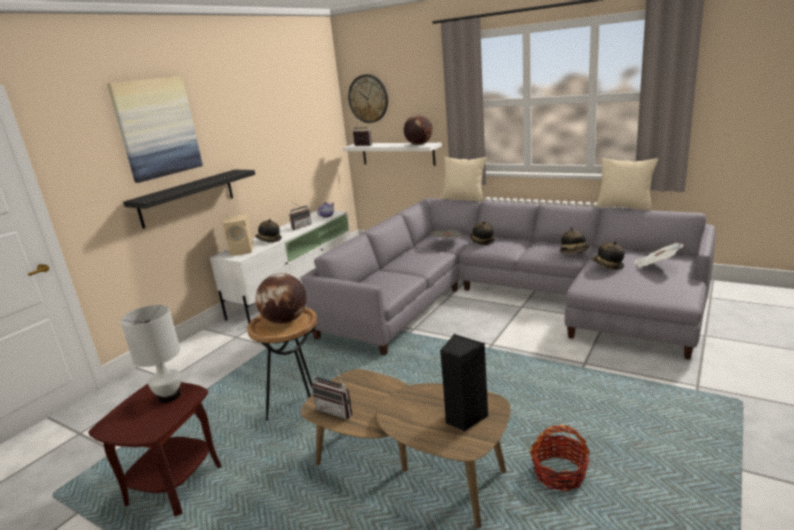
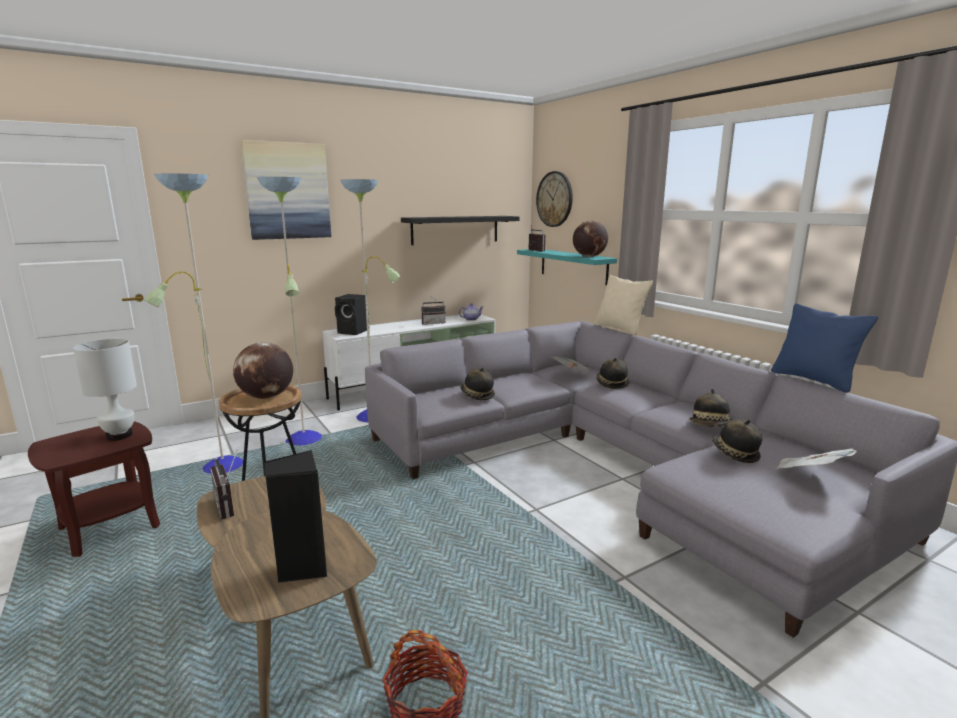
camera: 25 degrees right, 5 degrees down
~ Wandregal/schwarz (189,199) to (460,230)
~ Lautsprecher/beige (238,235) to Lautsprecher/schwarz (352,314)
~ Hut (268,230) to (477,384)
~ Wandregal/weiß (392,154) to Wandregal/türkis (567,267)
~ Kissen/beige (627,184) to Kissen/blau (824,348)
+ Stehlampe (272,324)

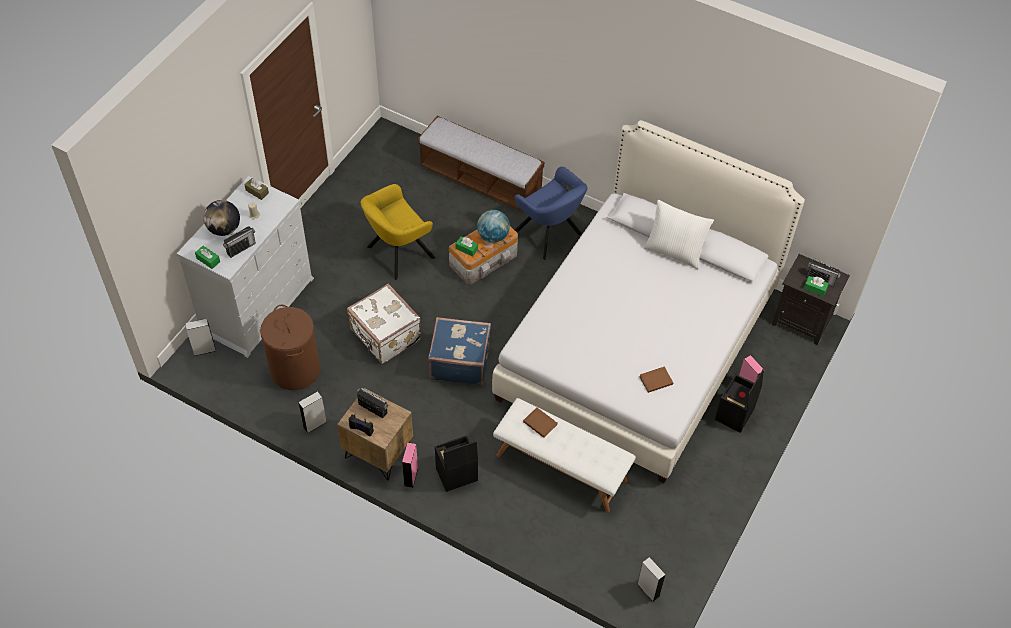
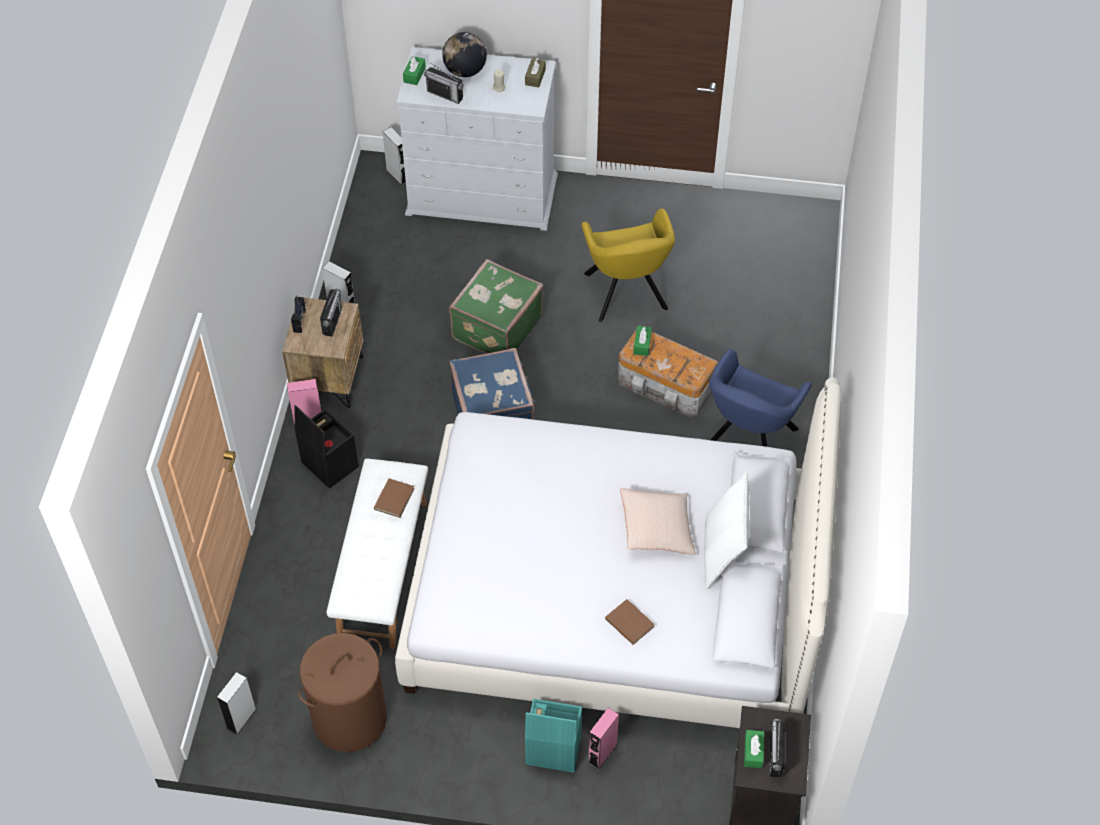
camera: 70 degrees right, 0 degrees up
~ Wäschekorb/braun (290,347) to (342,692)
~ Koffer/weiß (384,324) to Koffer/grün (496,306)
~ Sessel/gelb (398,232) = (628,265) 135 degrees counterclockwise
- Bank (481,163)
- Globus (493,226)
~ Buch/braun (656,379) to (630,622)
~ Aufbewahrungsbox/schwarz (739,401) to Aufbewahrungsbox/türkis (553,736)
+ Kissen/beige (658,521)

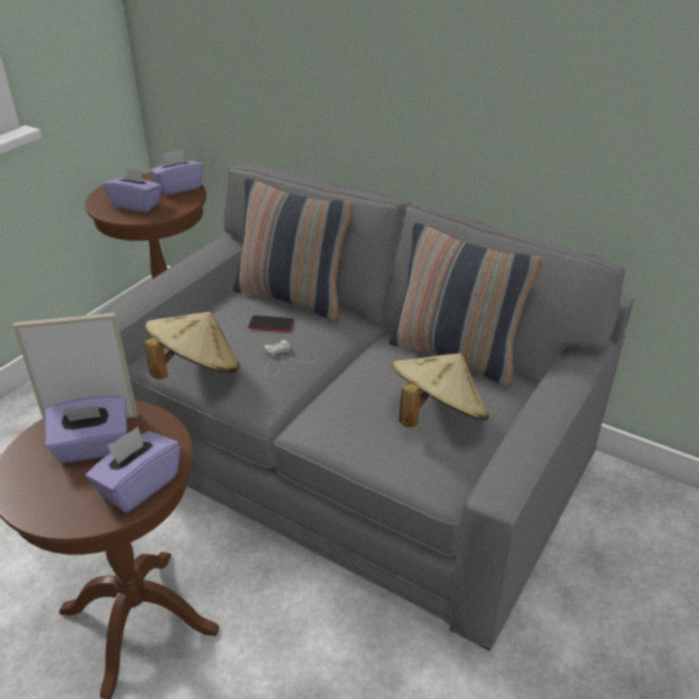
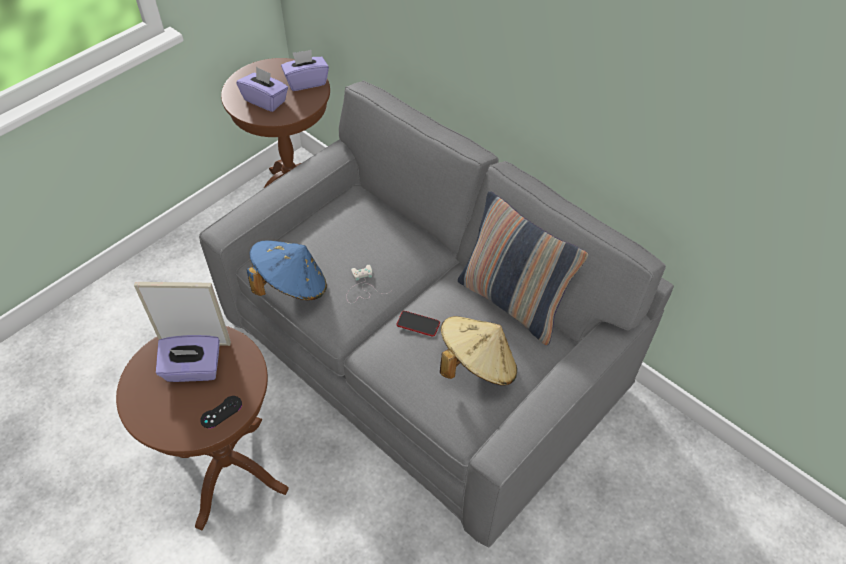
camera: 10 degrees right, 15 degrees up
~ Taschentuchbox/lila (133,470) to Gamepad/schwarz (221,412)
~ Hut/beige (192,346) to Hut/blau (287,270)
- Kissen (294,250)
~ Handy (271,323) to (418,324)

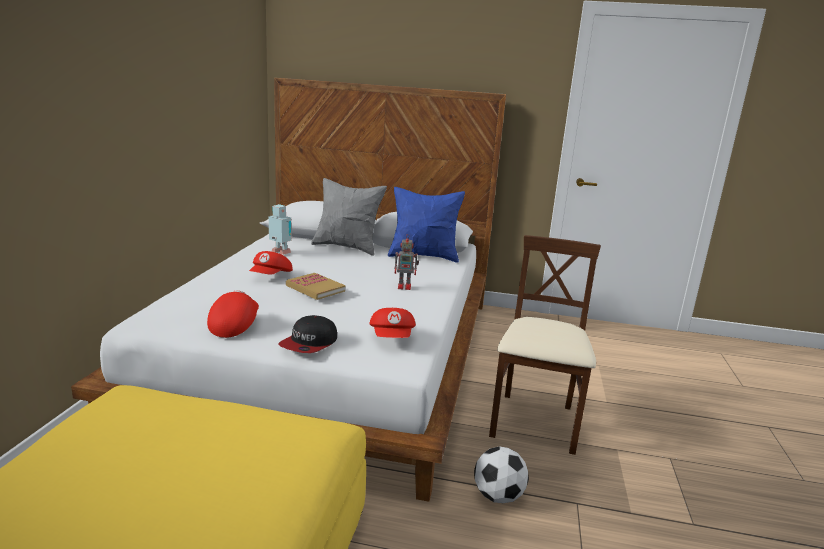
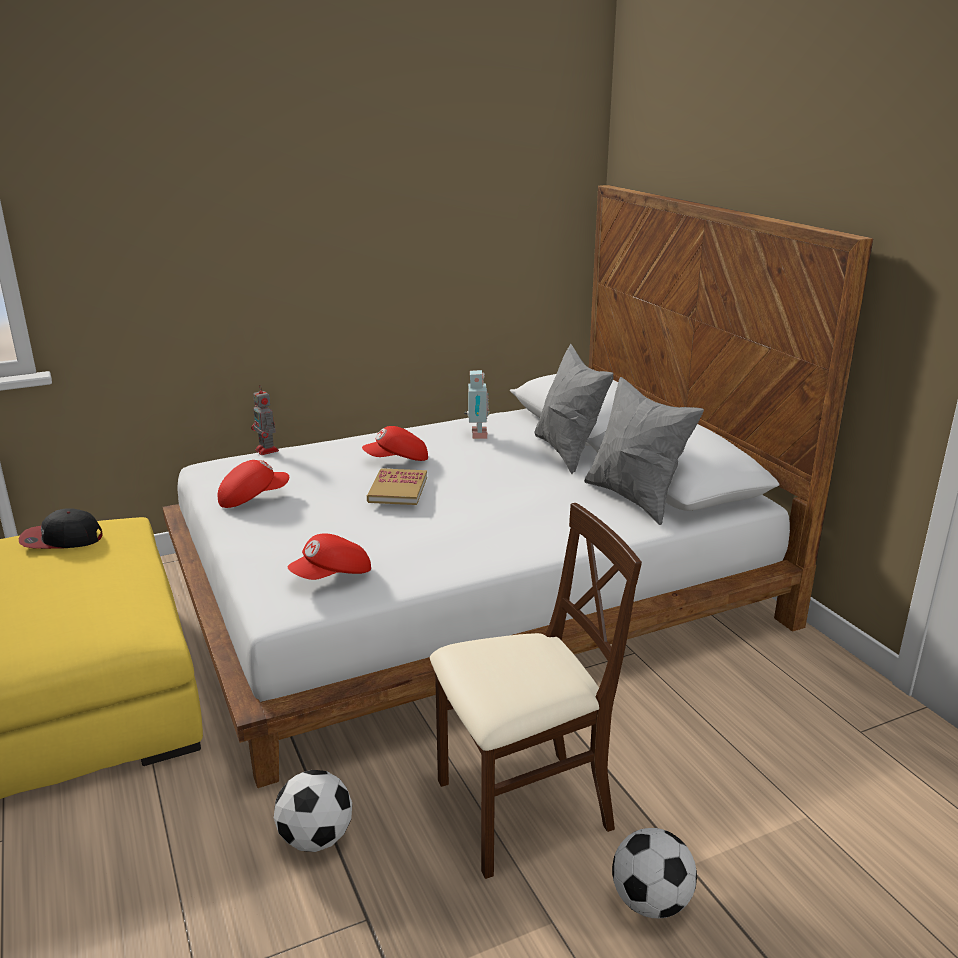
camera: 55 degrees right, 5 degrees up
~ Kappe (307,334) to (61,528)
~ Kissen/blau (426,225) to Kissen/grau (644,451)
~ Spielzeugroboter (406,262) to (265,420)
+ Fußball (654,873)

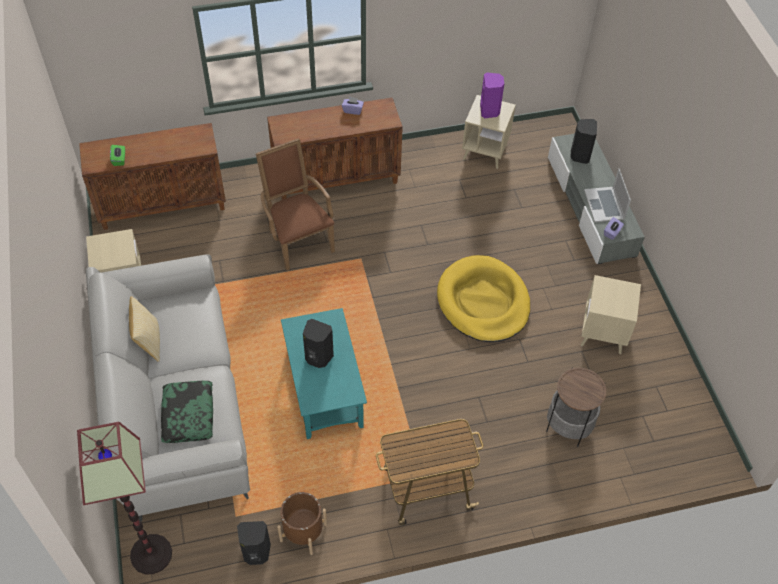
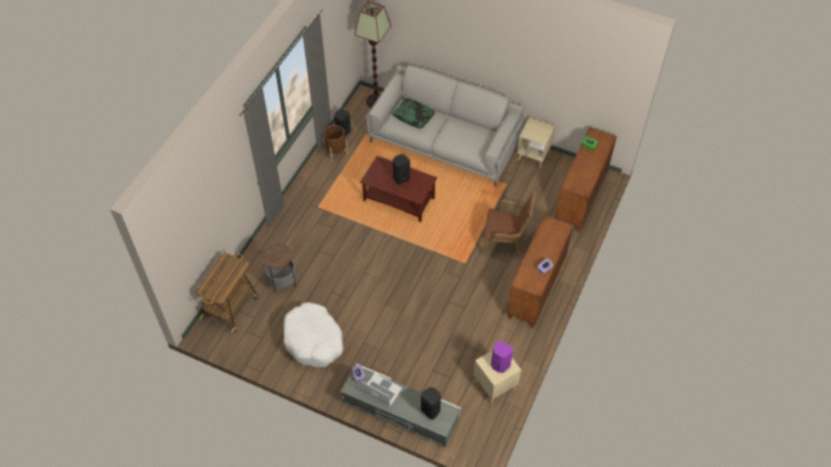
camera: 130 degrees right, 0 degrees up
- Kissen (144,329)
~ Couchtisch/türkis (324,373) to Couchtisch/braun (398,189)
~ Rollwagen (429,472) to (227,292)
- Hundebett/gelb (483,298)
~ Beistelltisch/beige (611,314) to Hundebett/weiß (314,335)

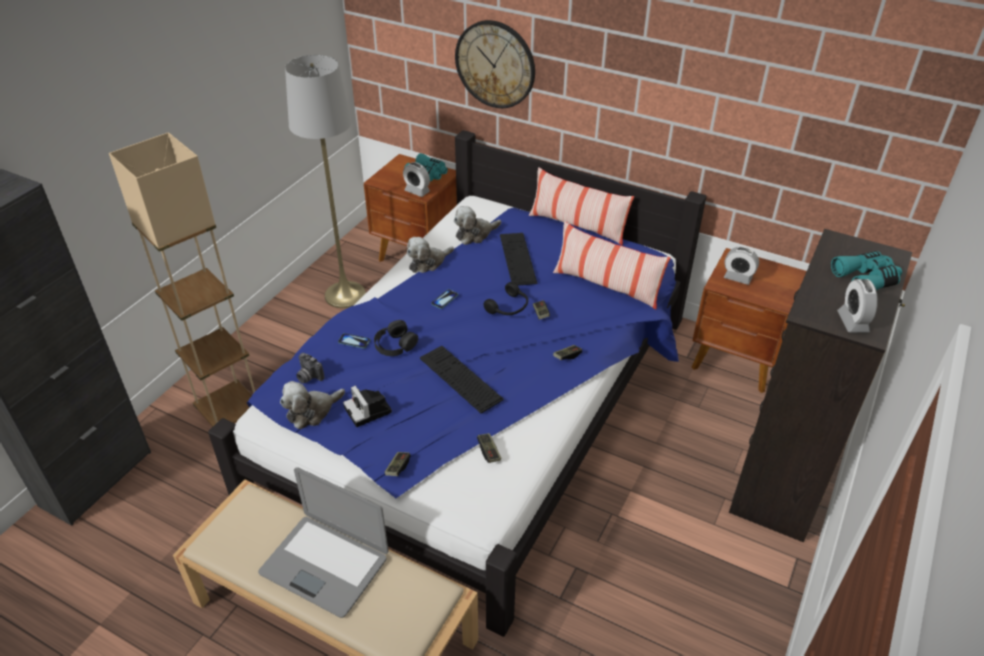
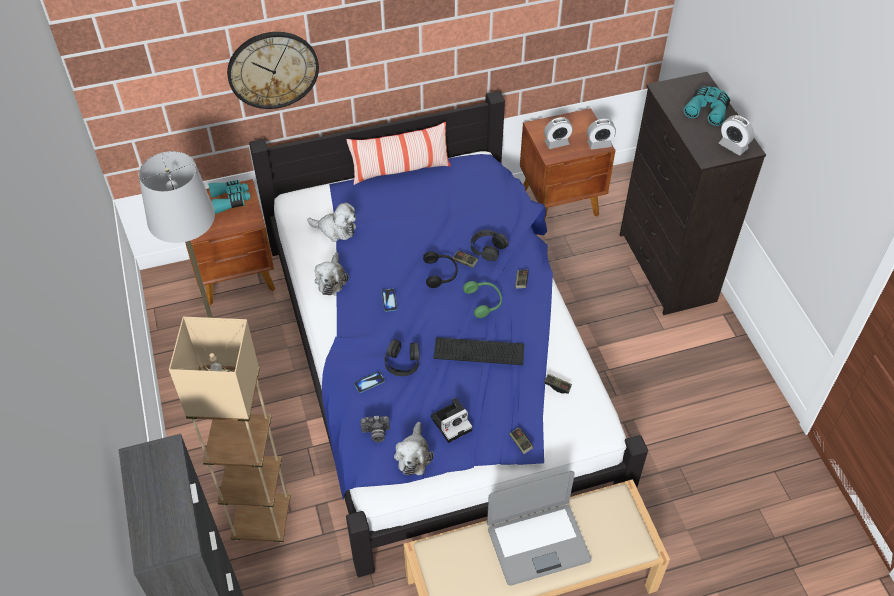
camera: 45 degrees left, 10 degrees up
~ Kamera (367,406) = (451,420) 45 degrees counterclockwise
~ Wecker (416,179) to (601,134)
~ Plüschtier (477,225) = (331,222) 90 degrees counterclockwise
- Tastatur (518,259)
- Kissen (612,265)
+ Kopfhörer/grün (482,299)
+ Kopfhörer/schwarz (490,245)

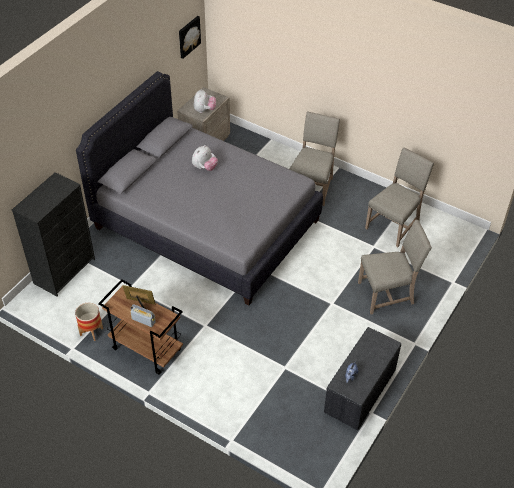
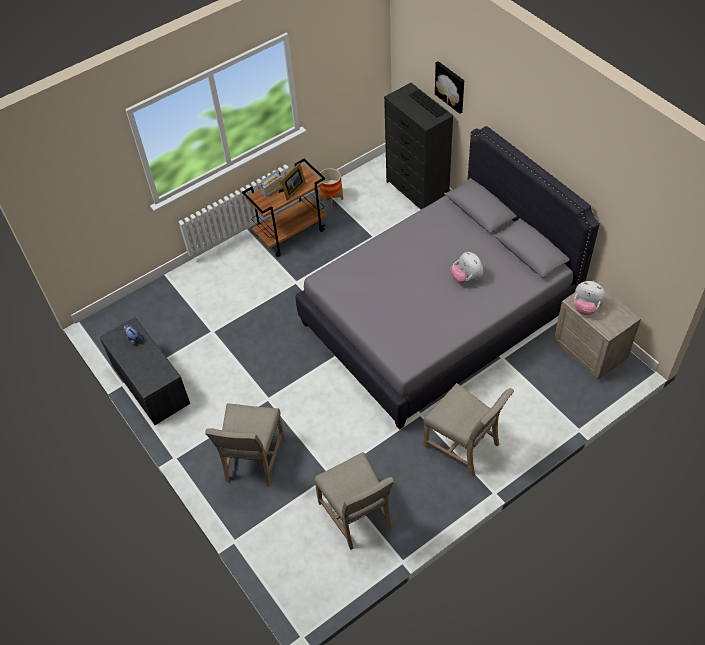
camera: 115 degrees right, 5 degrees up
~ Bild (190,37) to (449,87)
+ Tastatur (428,103)

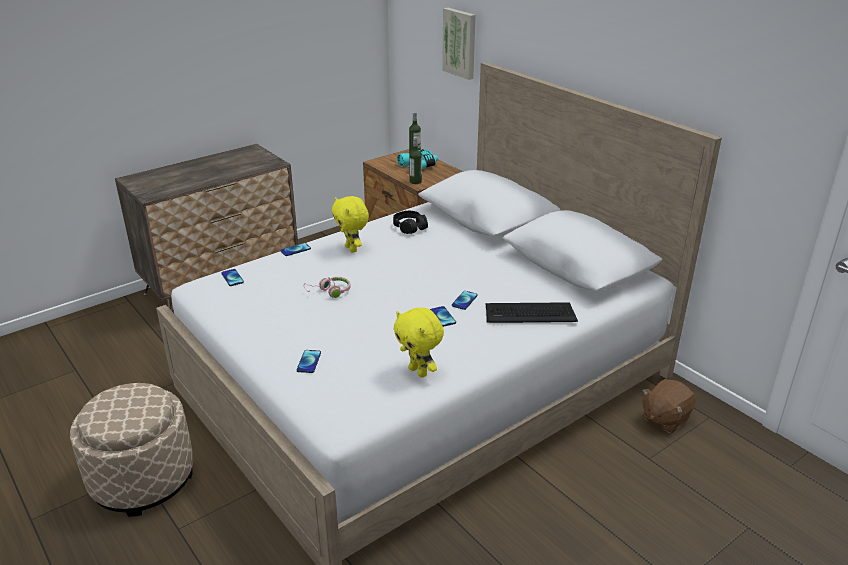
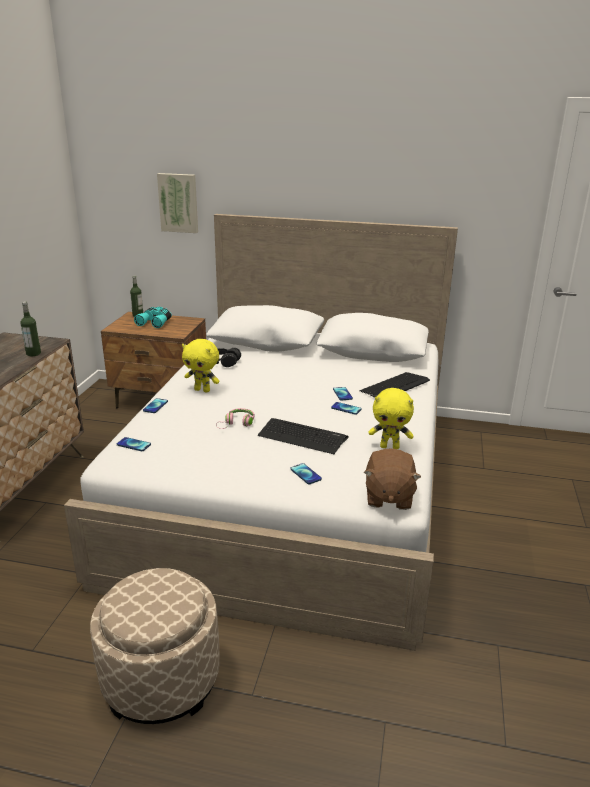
camera: 40 degrees left, 5 degrees down
~ Flasche (415,160) to (30,329)
~ Plüschtier/braun (669,406) to (392,479)
+ Tastatur (303,436)

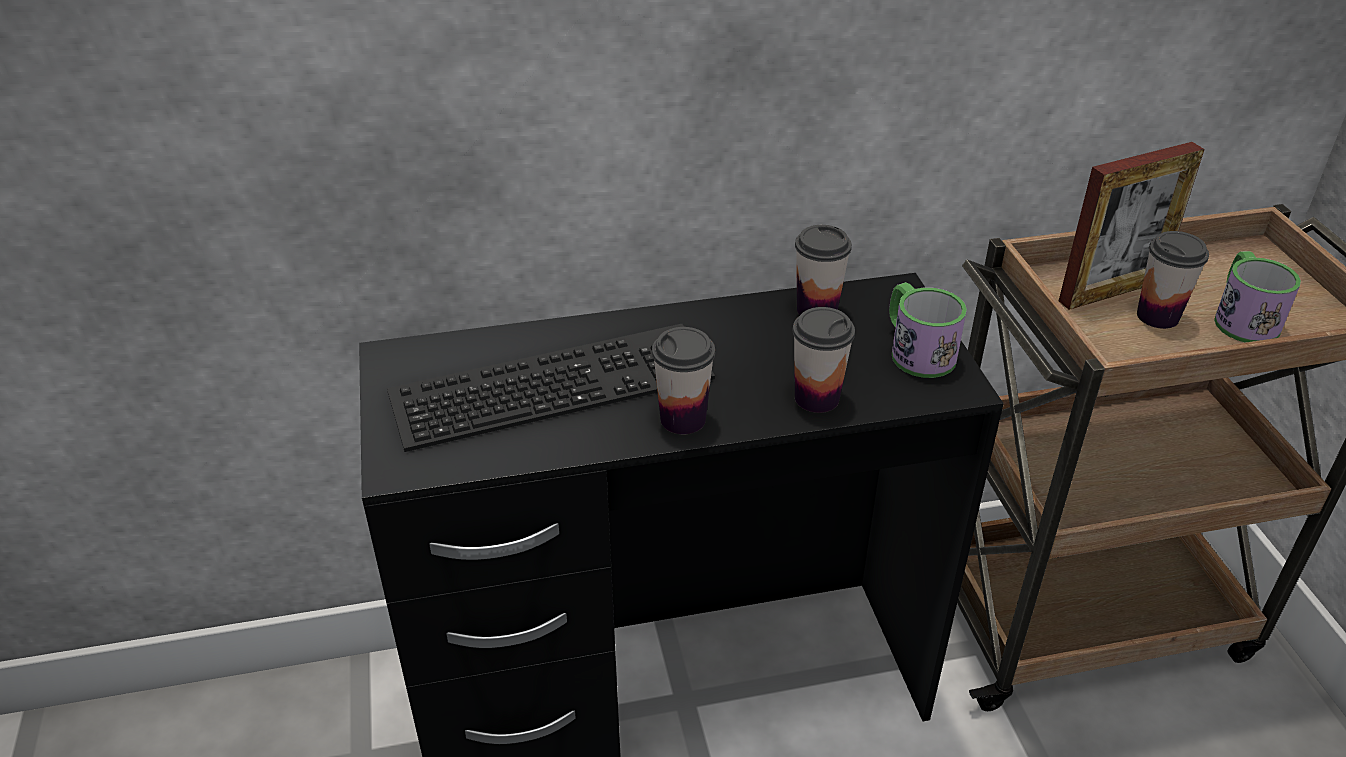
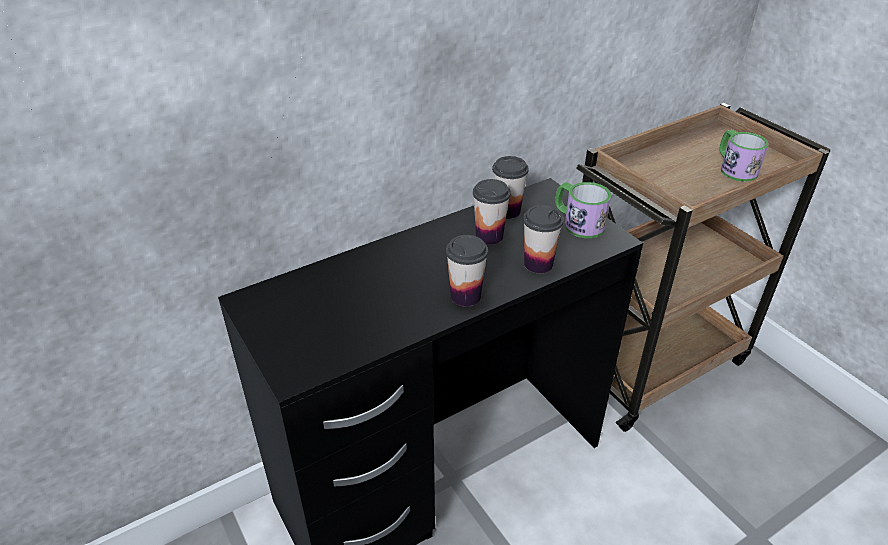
camera: 20 degrees left, 0 degrees up
- Tastatur (551,388)
- Bilderrahmen (1132,226)
~ Tasse (1173,280) to (492,212)

